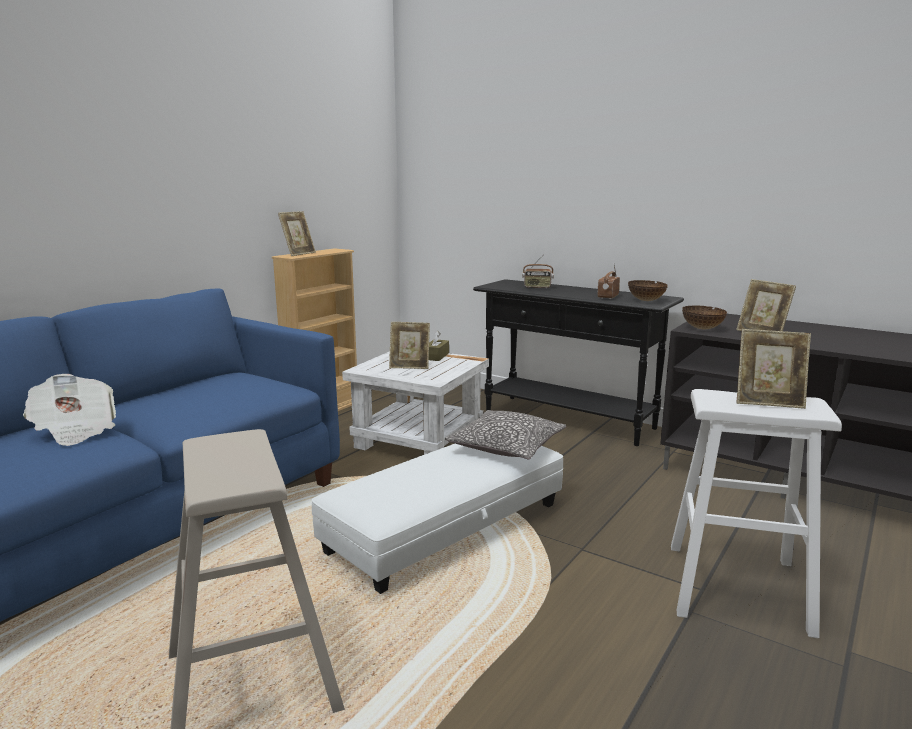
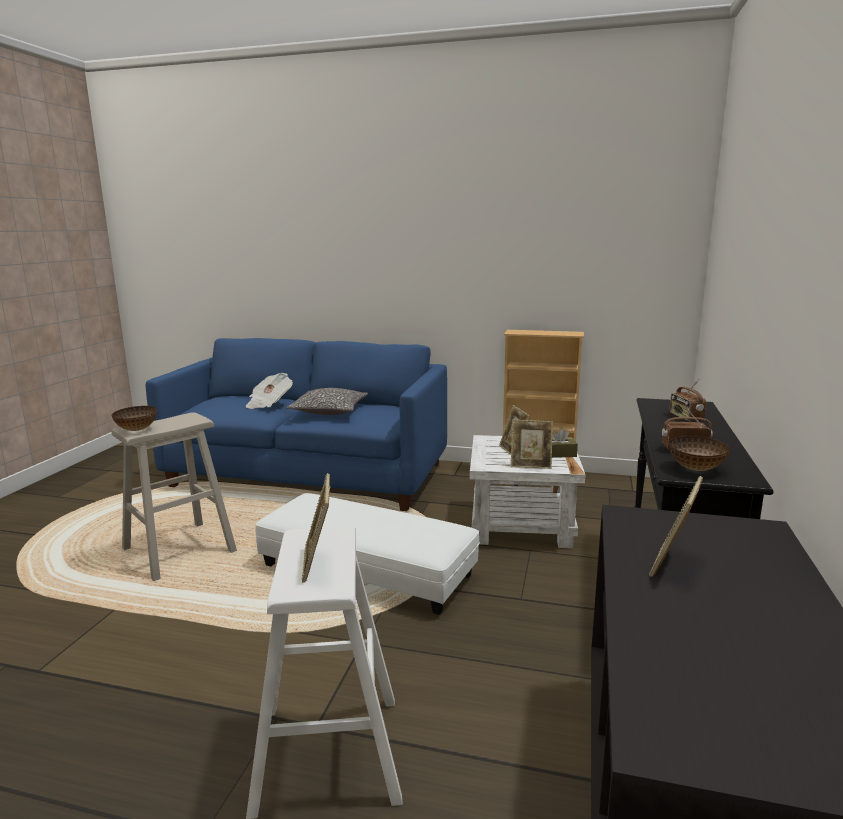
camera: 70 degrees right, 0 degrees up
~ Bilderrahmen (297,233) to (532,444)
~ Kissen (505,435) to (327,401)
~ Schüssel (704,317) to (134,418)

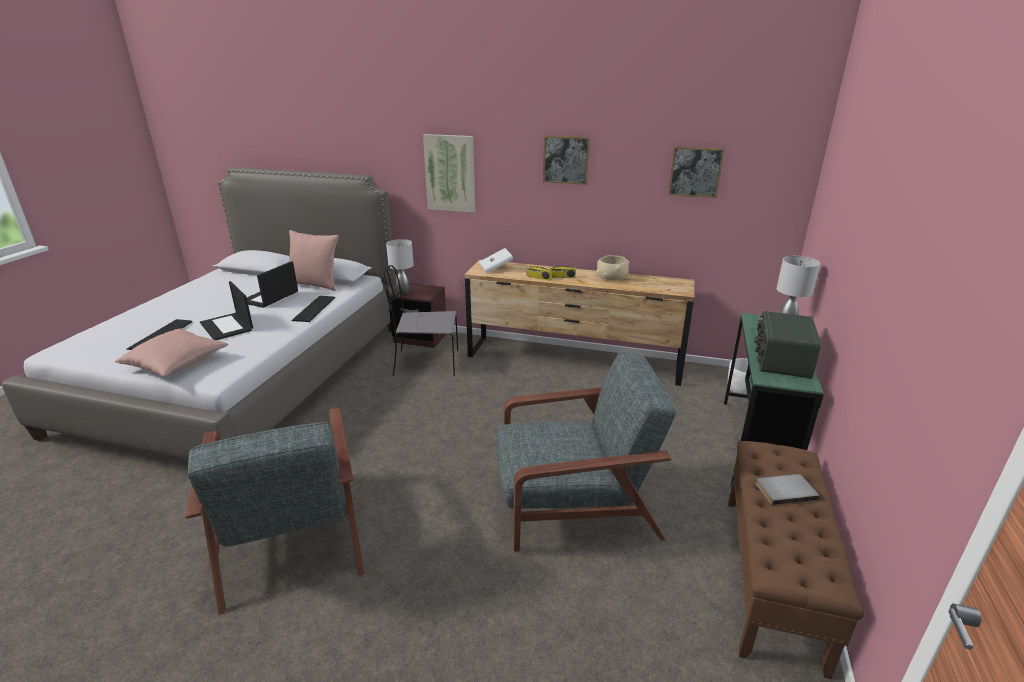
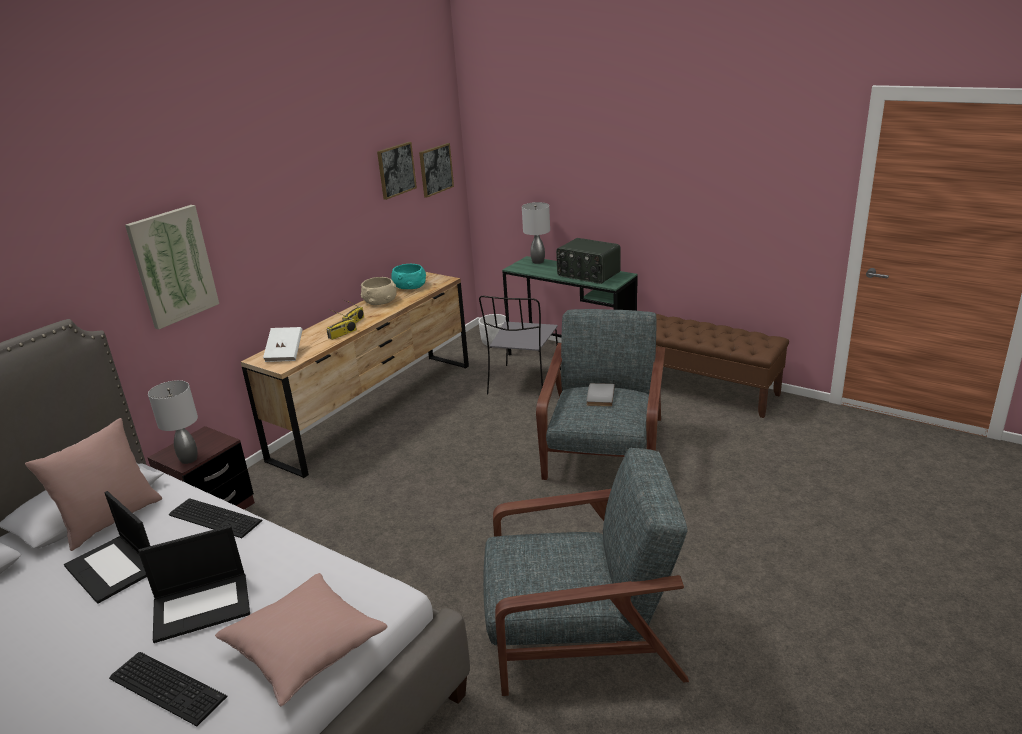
camera: 70 degrees left, 0 degrees up
~ Stuhl/grau (419,320) to (520,345)
~ Bild (566,160) to (436,170)
~ Buch/grau (787,489) to (600,395)
+ Schüssel/türkis (408,276)

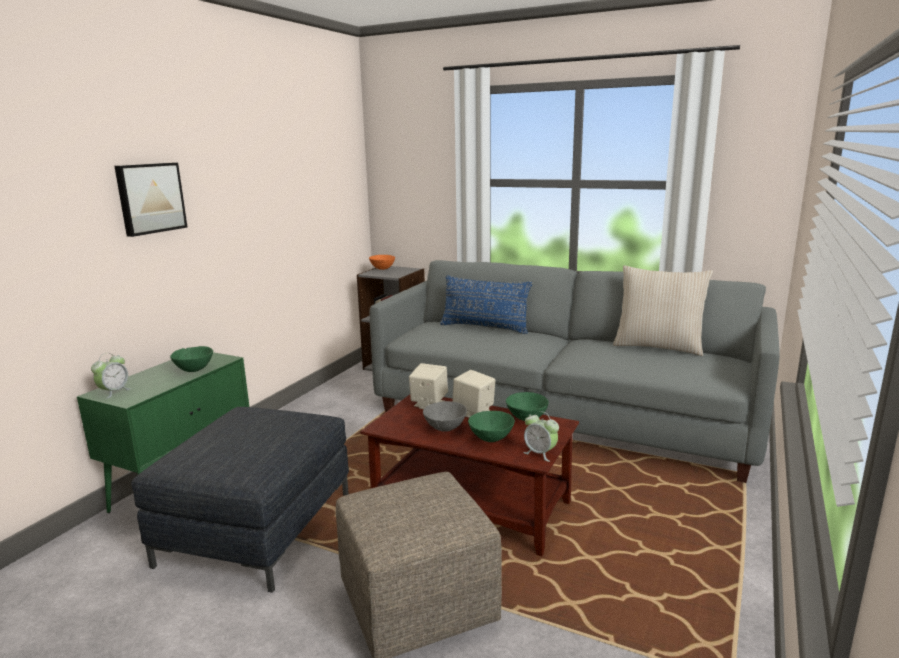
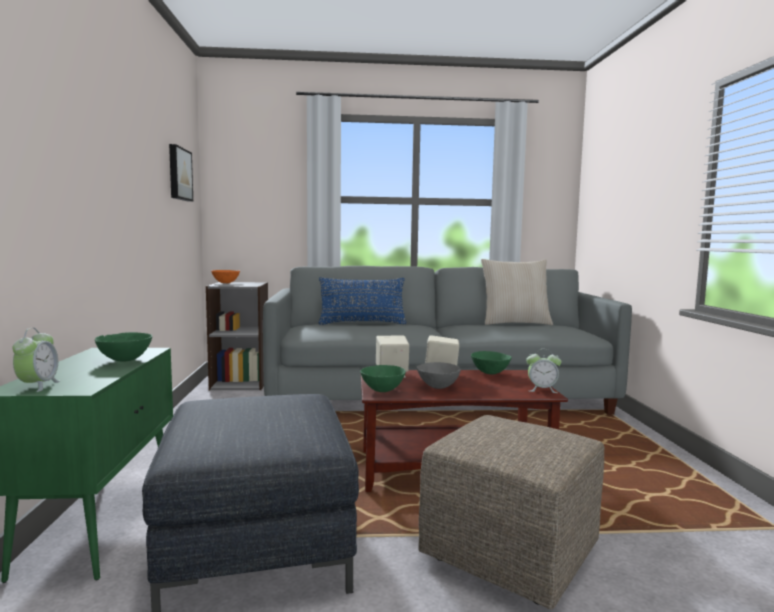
camera: 30 degrees left, 10 degrees down
~ Bild (150,200) to (181,173)
~ Schüssel/grün (491,426) to (383,378)

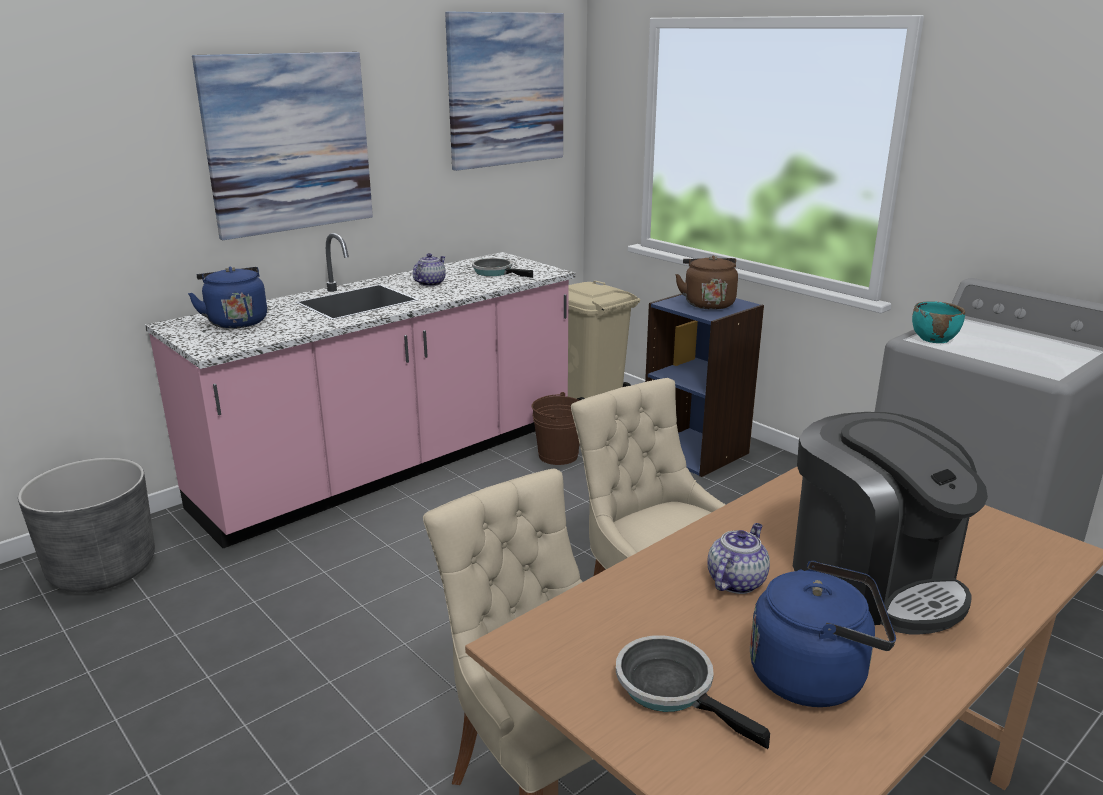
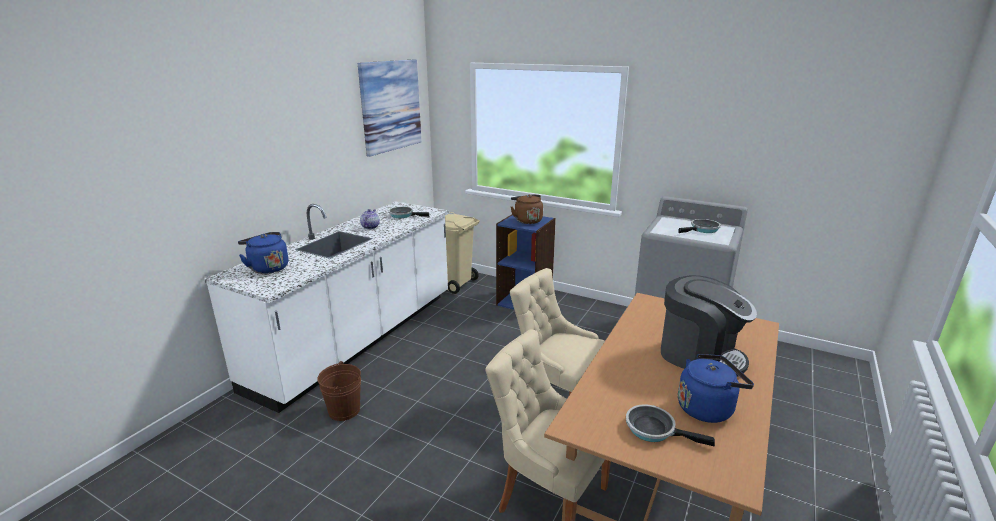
camera: 20 degrees left, 0 degrees up
- Pflanzkübel/grau (86,525)
~ Küchenzeile/rosa (360,390) to Küchenzeile/weiß (326,307)
- Bild (282,146)
~ Eimer/braun (556,428) to (339,391)
- Teekanne (739,558)
- Schüssel/türkis (938,322)
+ Pfanne (699,226)

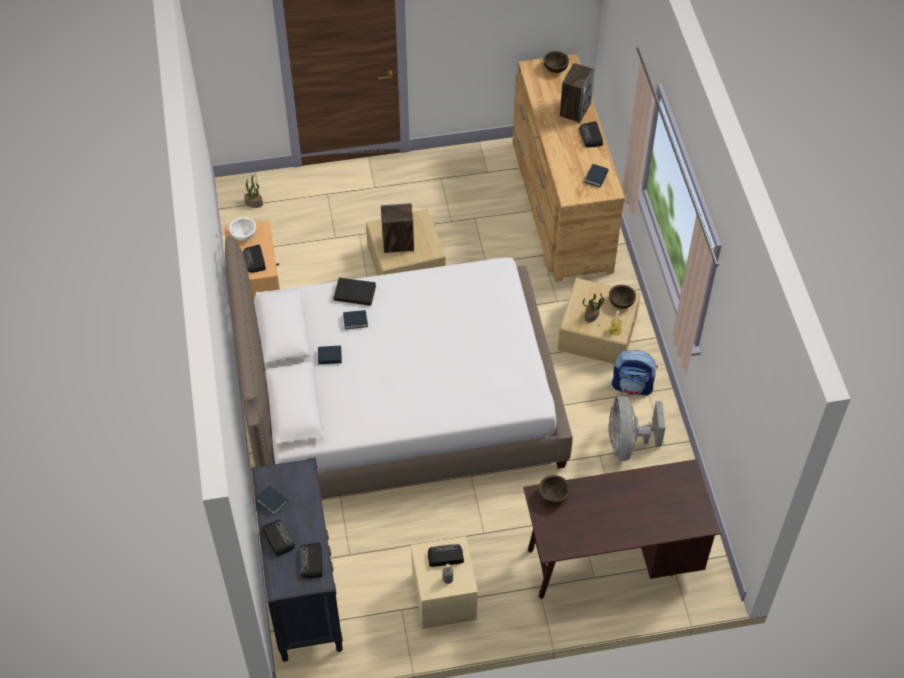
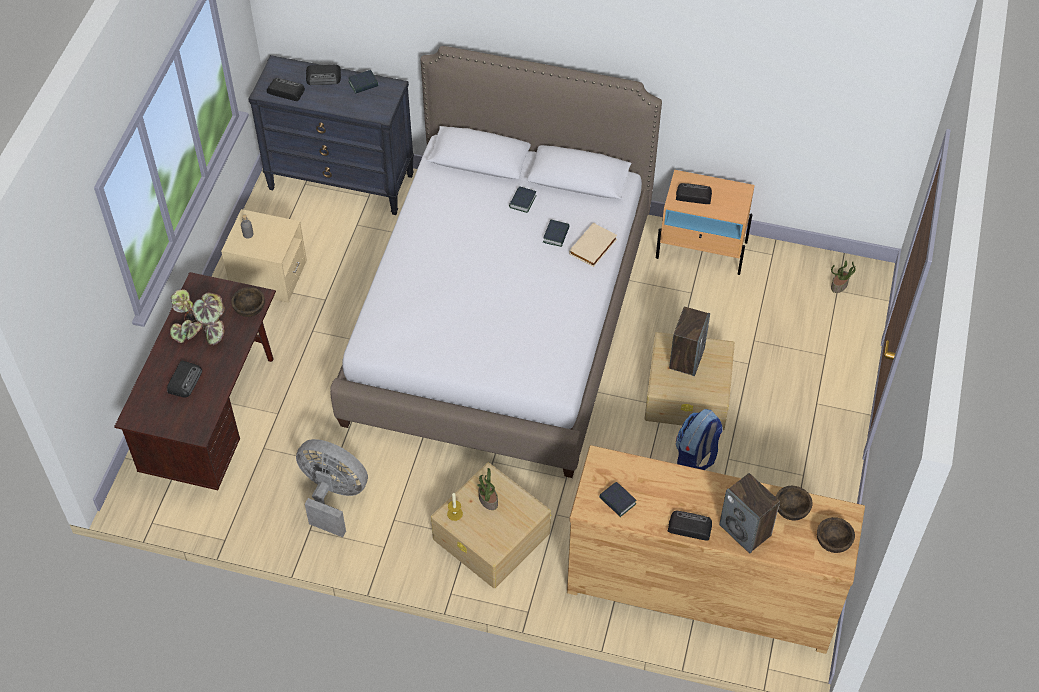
camera: 115 degrees right, 0 degrees up
- Schüssel/weiß (242,229)
~ Buch/schwarz (355,292) to Buch/beige (593,245)
~ Radio (446,555) to (184,378)
~ Schüssel/braun (622,297) to (794,503)
~ Rucksack (635,373) to (699,439)
+ Topfpflanze (197,317)

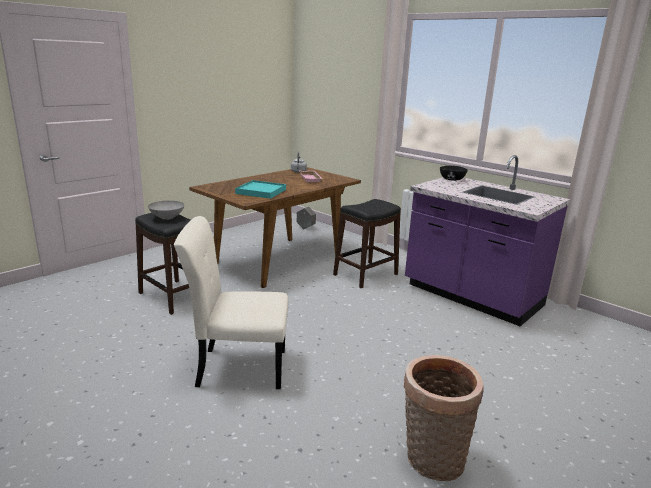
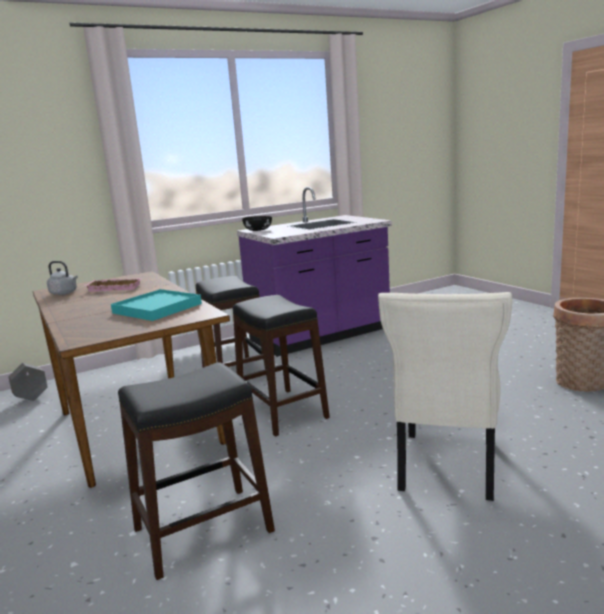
camera: 70 degrees left, 5 degrees down
- Schüssel/grau (166,210)
+ Hocker/schwarz (281,366)

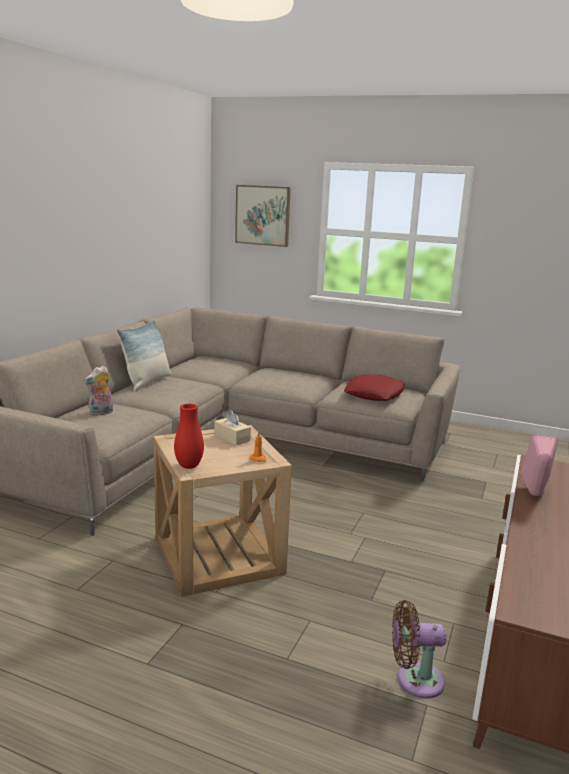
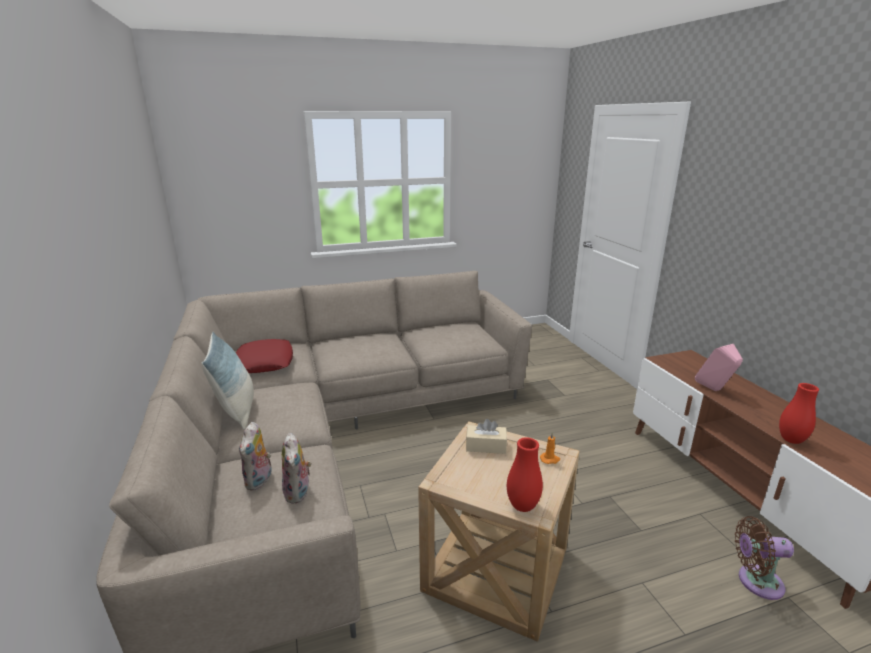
camera: 40 degrees left, 5 degrees up
- Bild (263,216)
~ Kissen/rot (374,387) to (264,356)
~ Ventilator/braun (419,649) = (764,558) 45 degrees clockwise
+ Plüschtier (297,468)
+ Vase/rot (799,413)

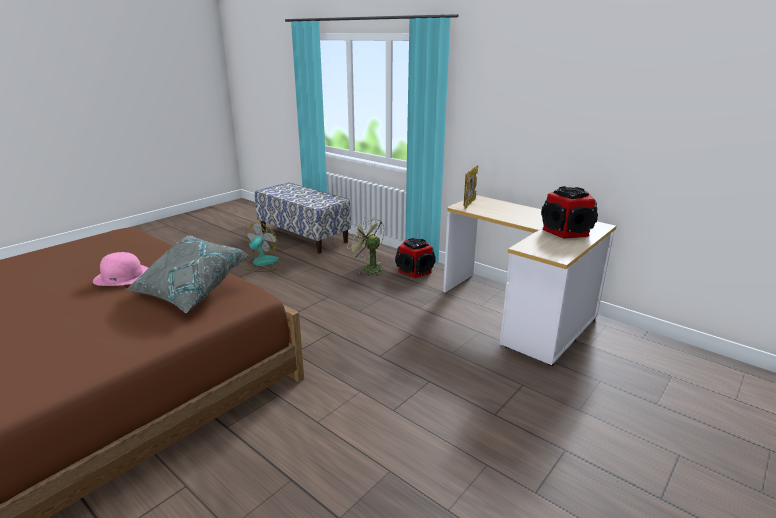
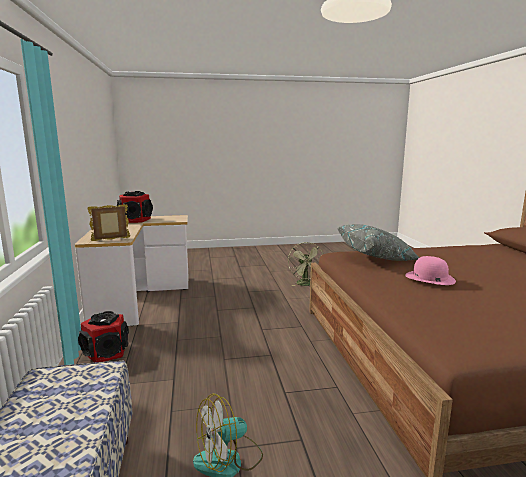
camera: 140 degrees left, 10 degrees down
~ Ventilator/grün (366,246) to (305,264)

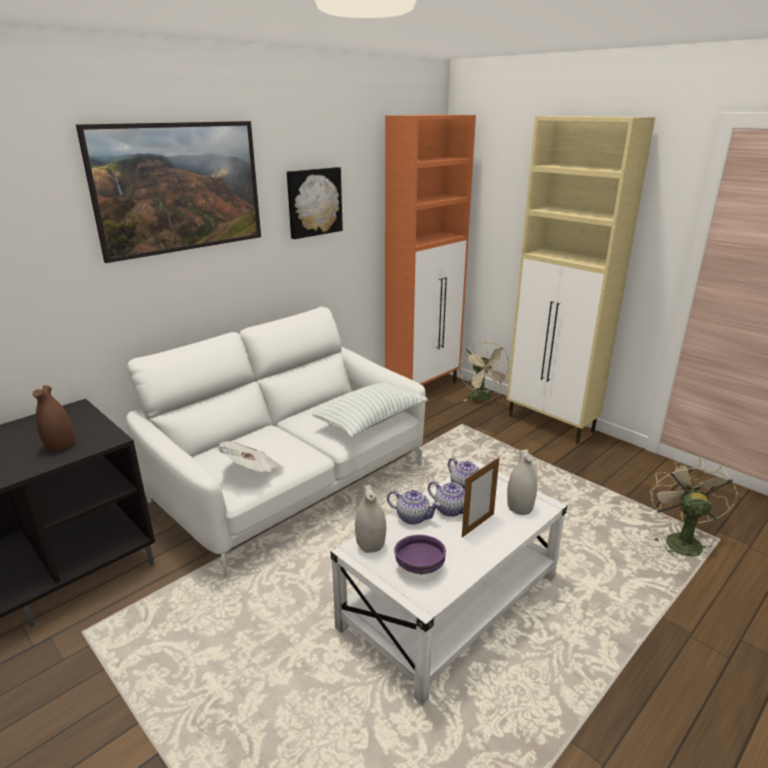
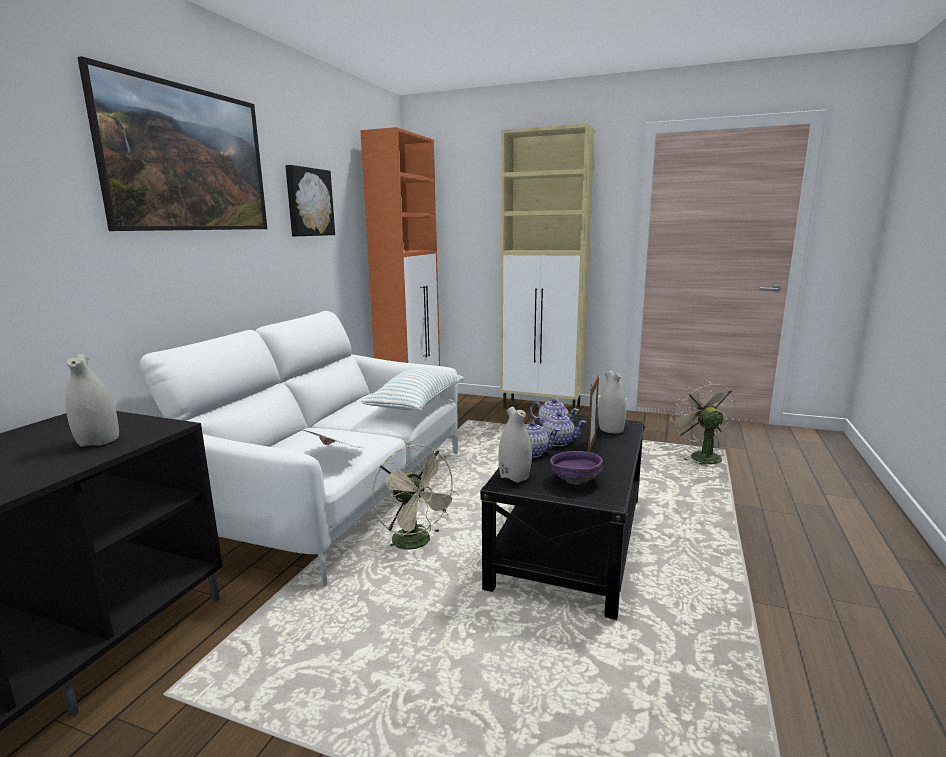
camera: 25 degrees left, 10 degrees down
~ Vase/braun (54,418) to Vase/weiß (92,400)
~ Couchtisch/weiß (449,583) to Couchtisch/schwarz (562,517)
~ Ventilator/beige (485,371) to (415,497)

